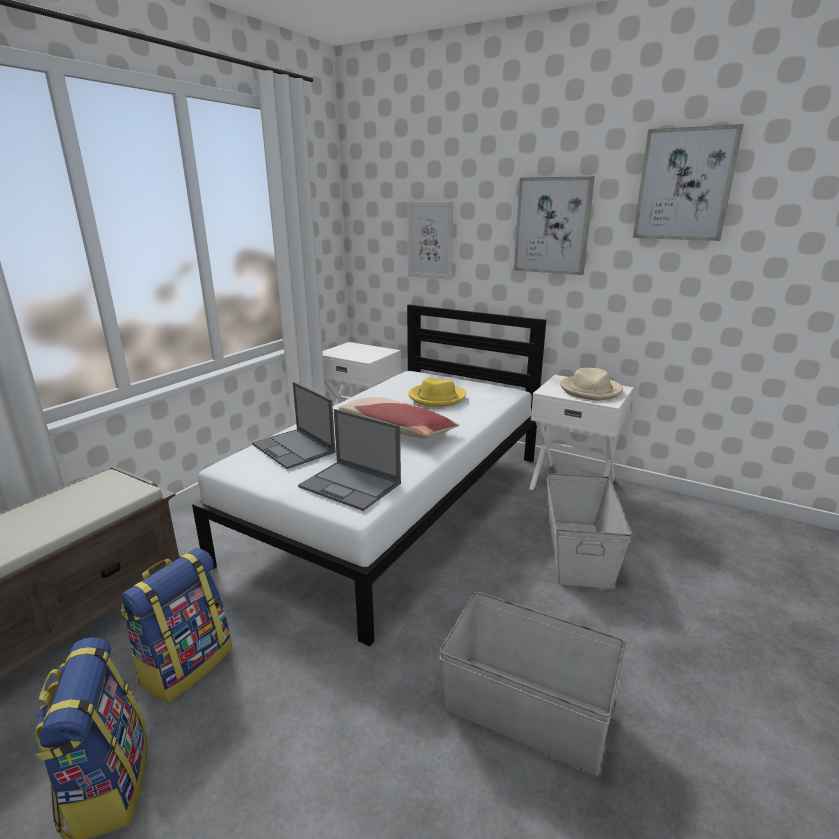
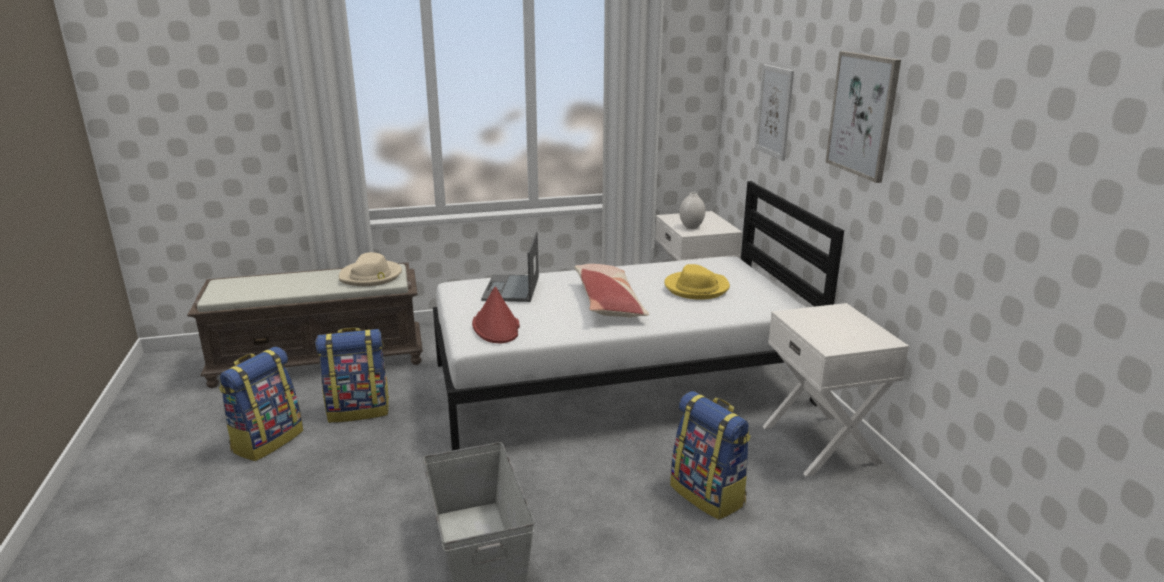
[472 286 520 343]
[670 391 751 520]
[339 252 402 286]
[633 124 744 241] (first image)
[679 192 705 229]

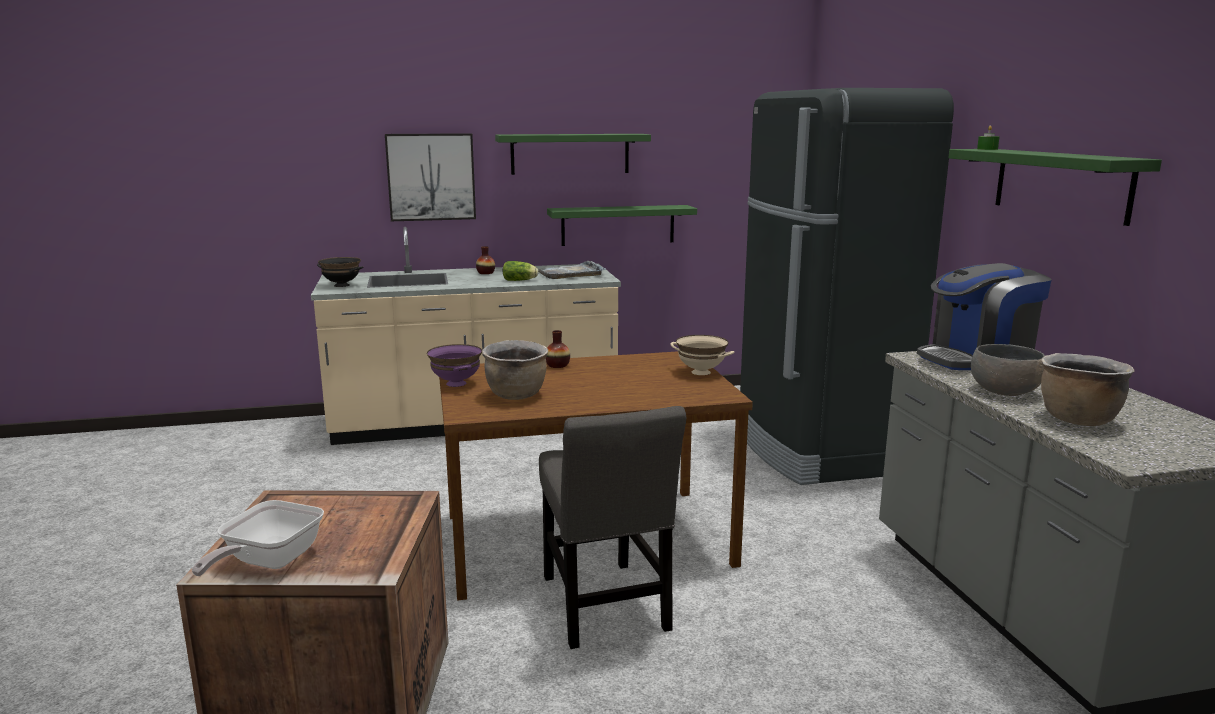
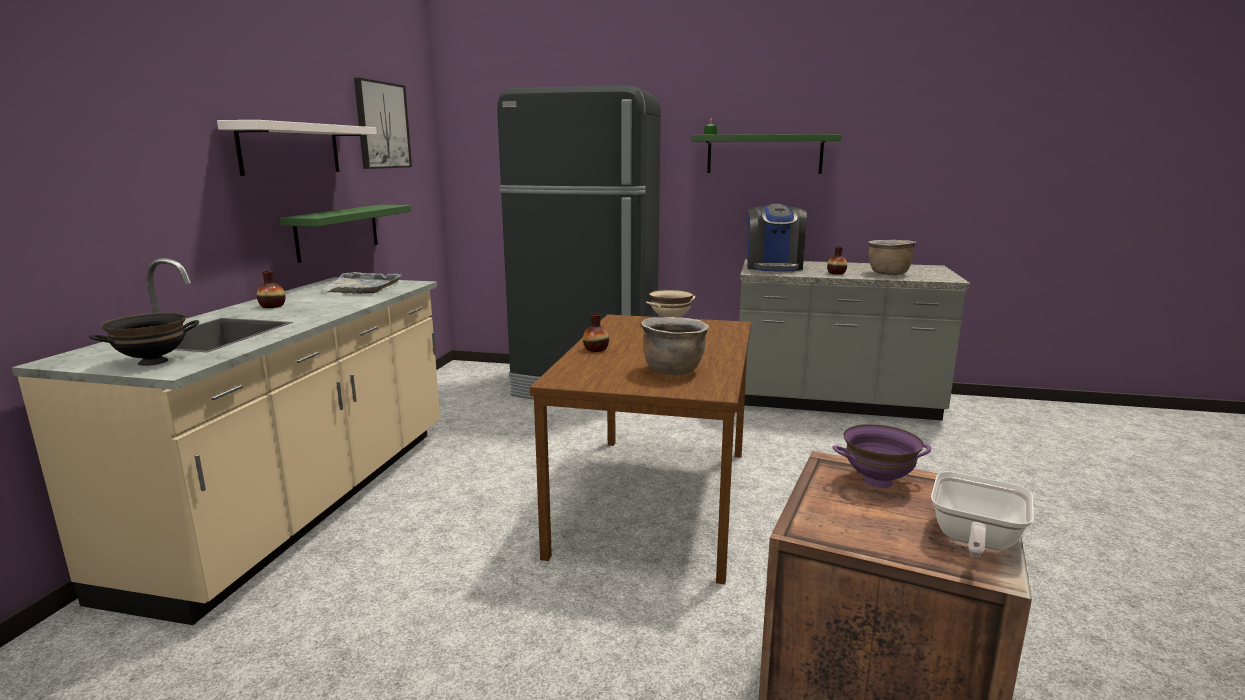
[931 471 1034 557]
[354 78 412 169]
[833 424 931 488]
[217 120 377 176]
[503 261 538 281] (first image)
[539 406 686 649] (first image)
[827 246 847 275]

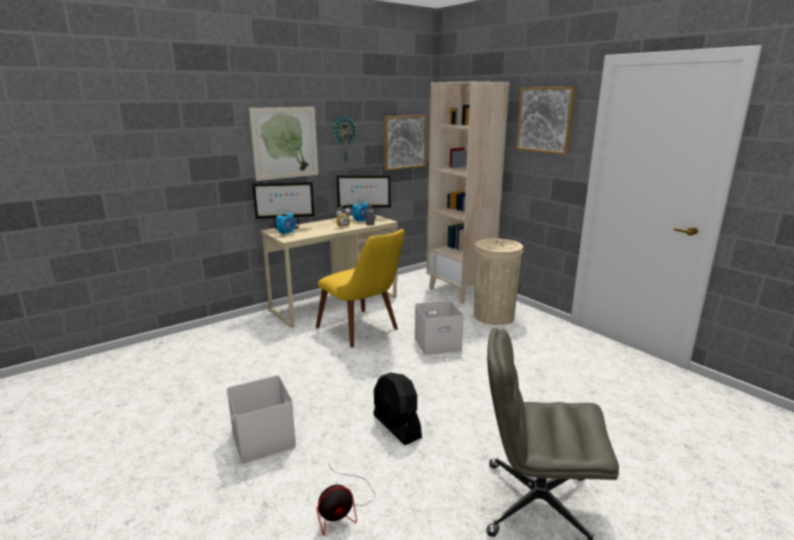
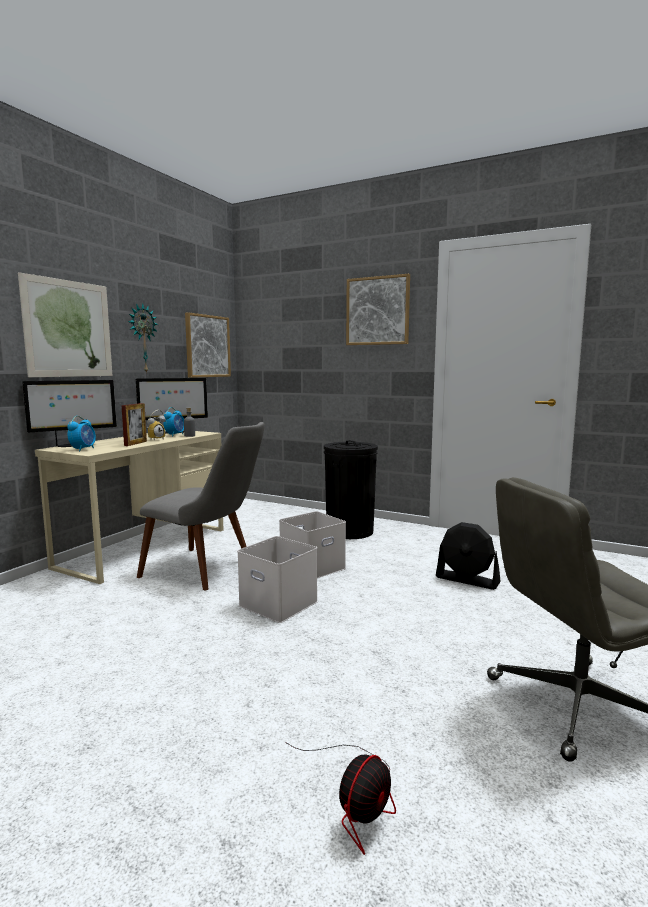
[237 536 318 623]
[137 422 265 590]
[436 522 501 590]
[427 81 509 304] (first image)
[324 440 378 539]
[121 403 147 446]

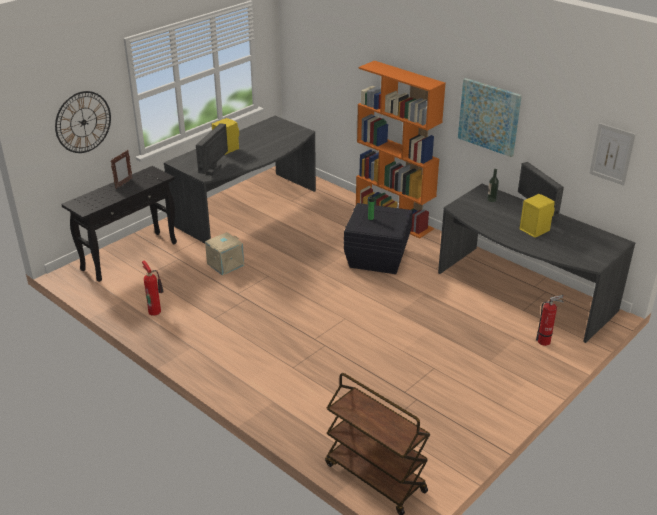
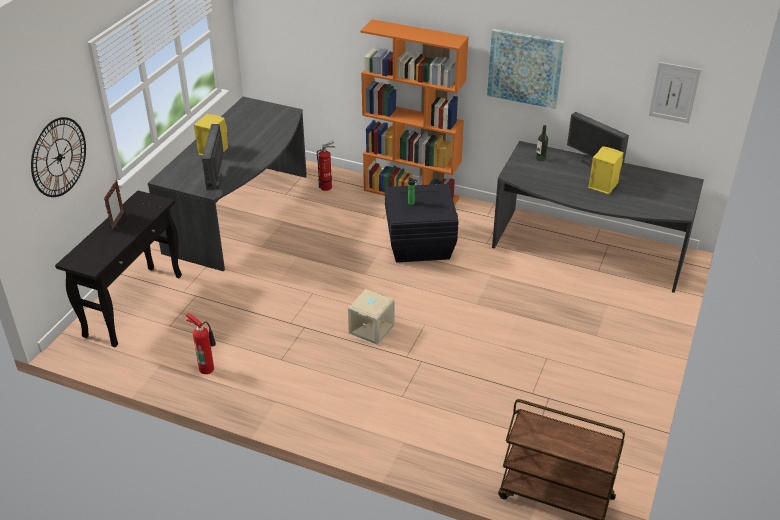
[348 289 394 345]
[317 141 335 191]

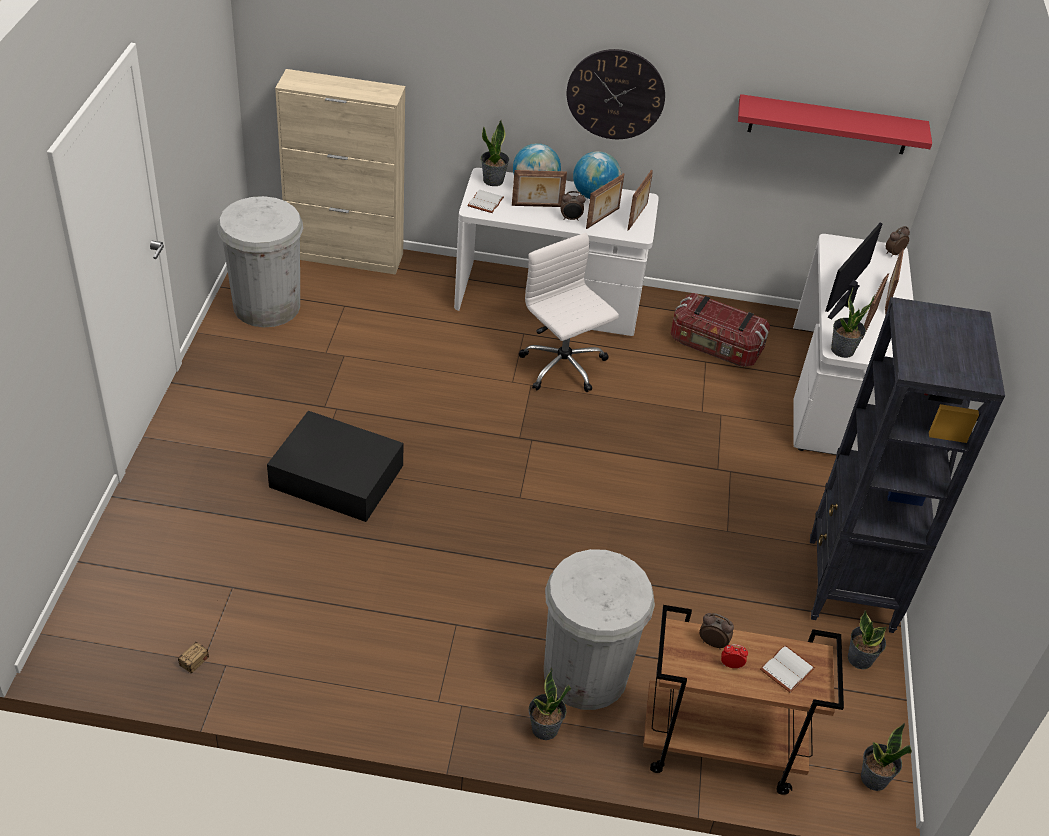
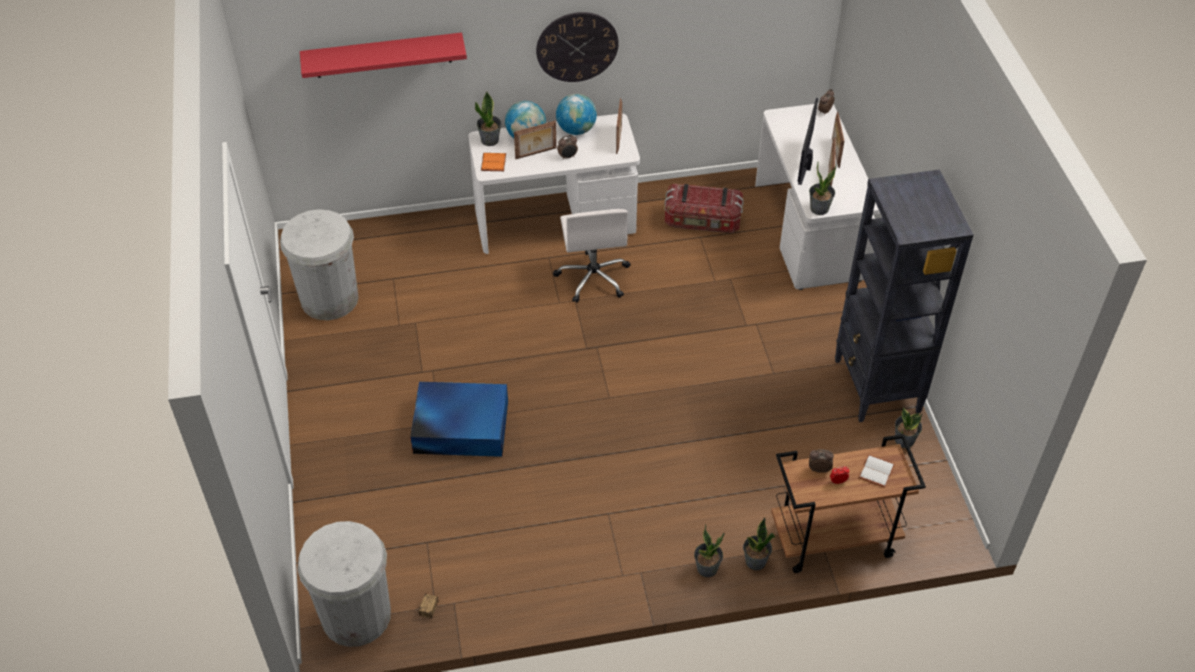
[410 382 508 457]
[275 69 405 275] (first image)
[481 153 506 171]
[553 209 630 303]
[297 521 391 647]
[586 173 624 229] (first image)
[300 33 467 78]
[743 517 775 570]

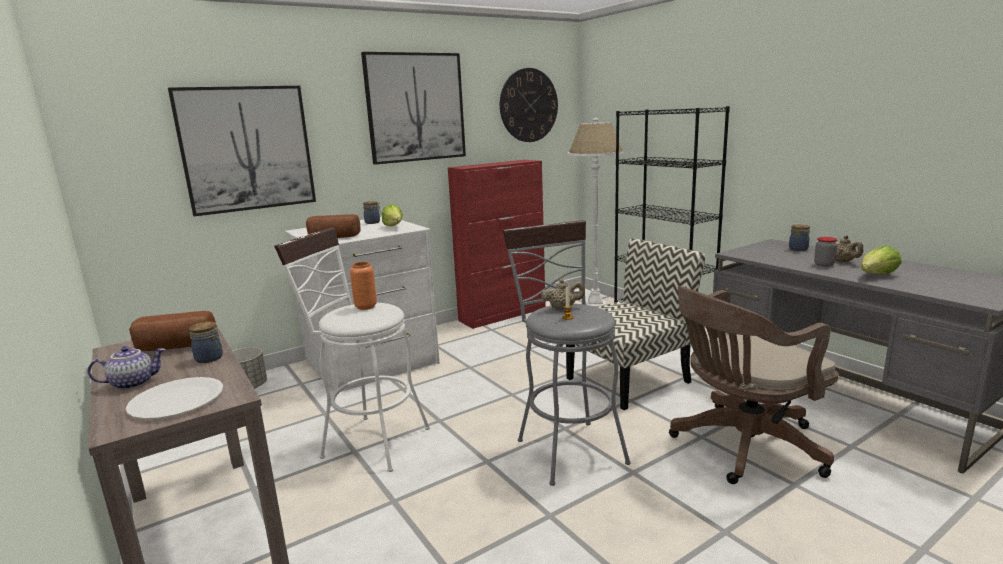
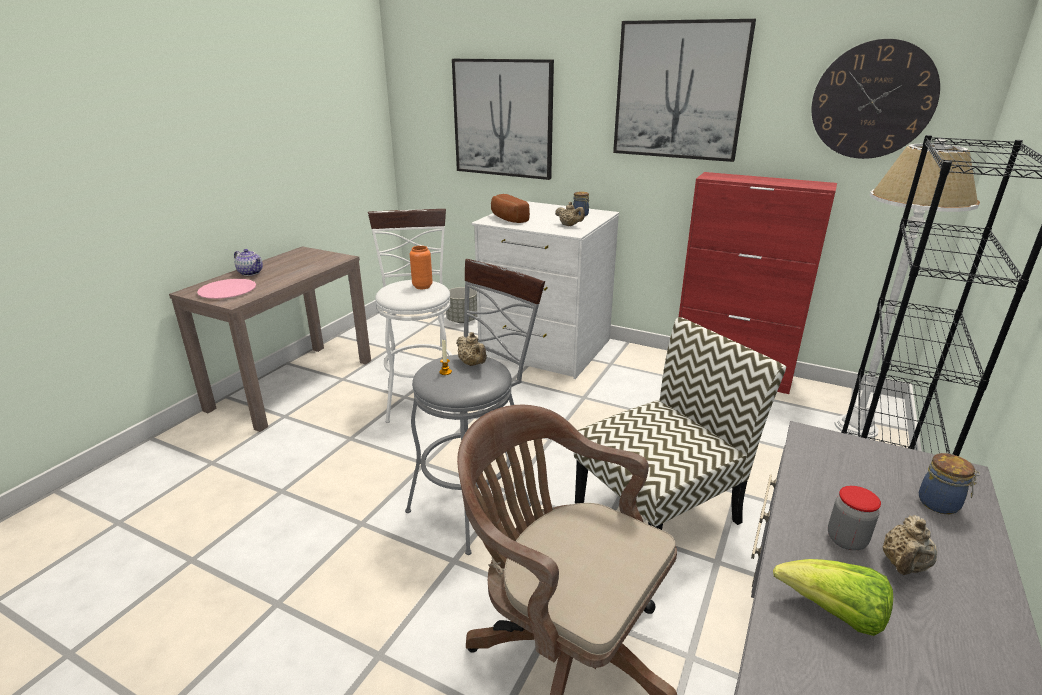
[197 279 256 299]
[129 311 216 351] (first image)
[189 322 223 363] (first image)
[555 202 585 226]
[574 317 786 530]

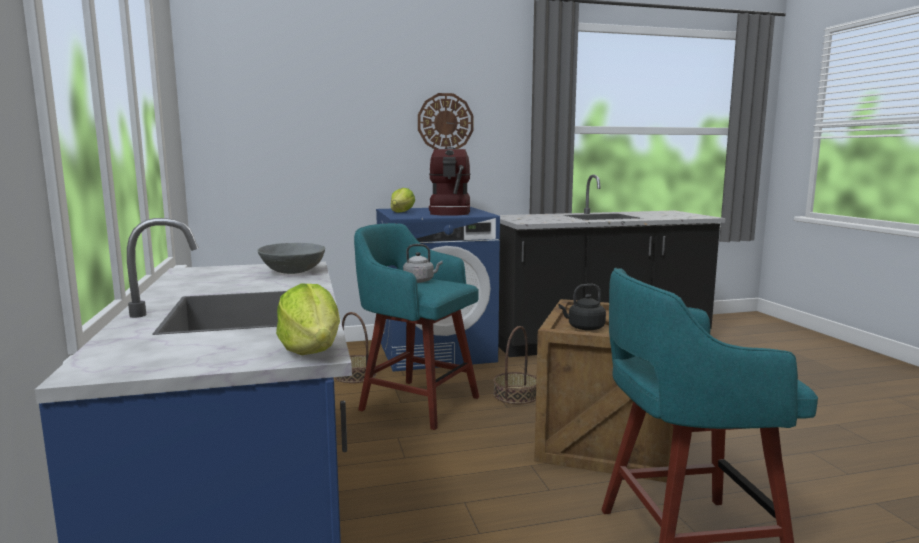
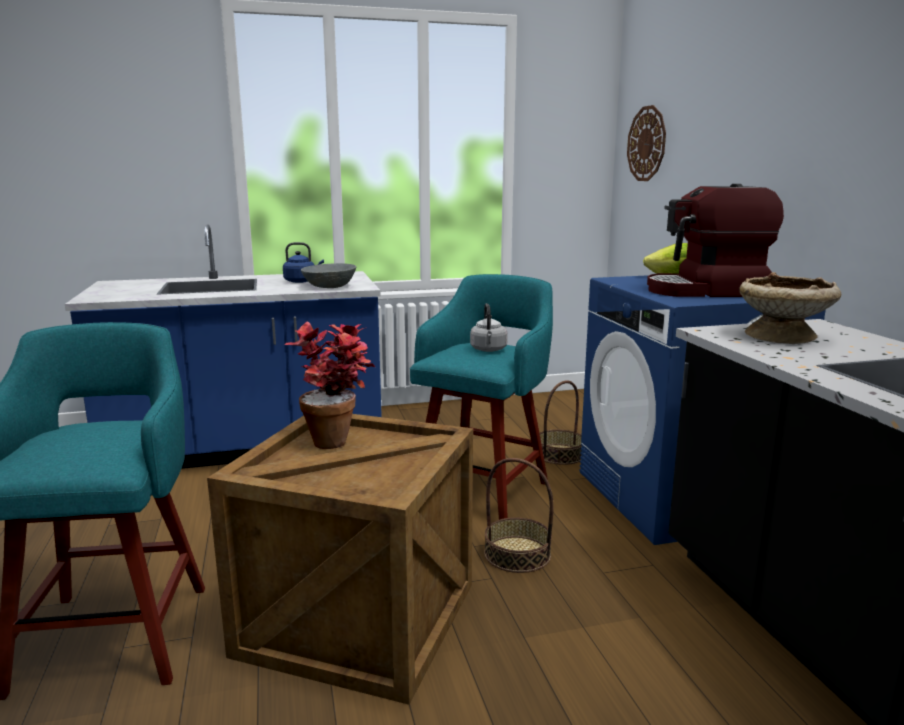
[276 283 340 355] (first image)
[627 105 666 181]
[284 321 375 449]
[283 242 324 283]
[739 272 841 344]

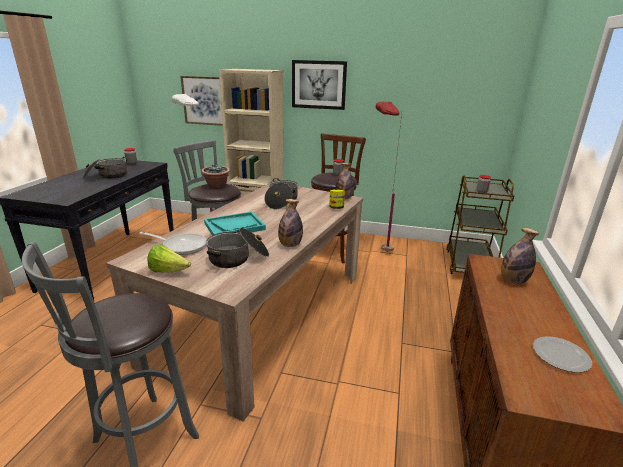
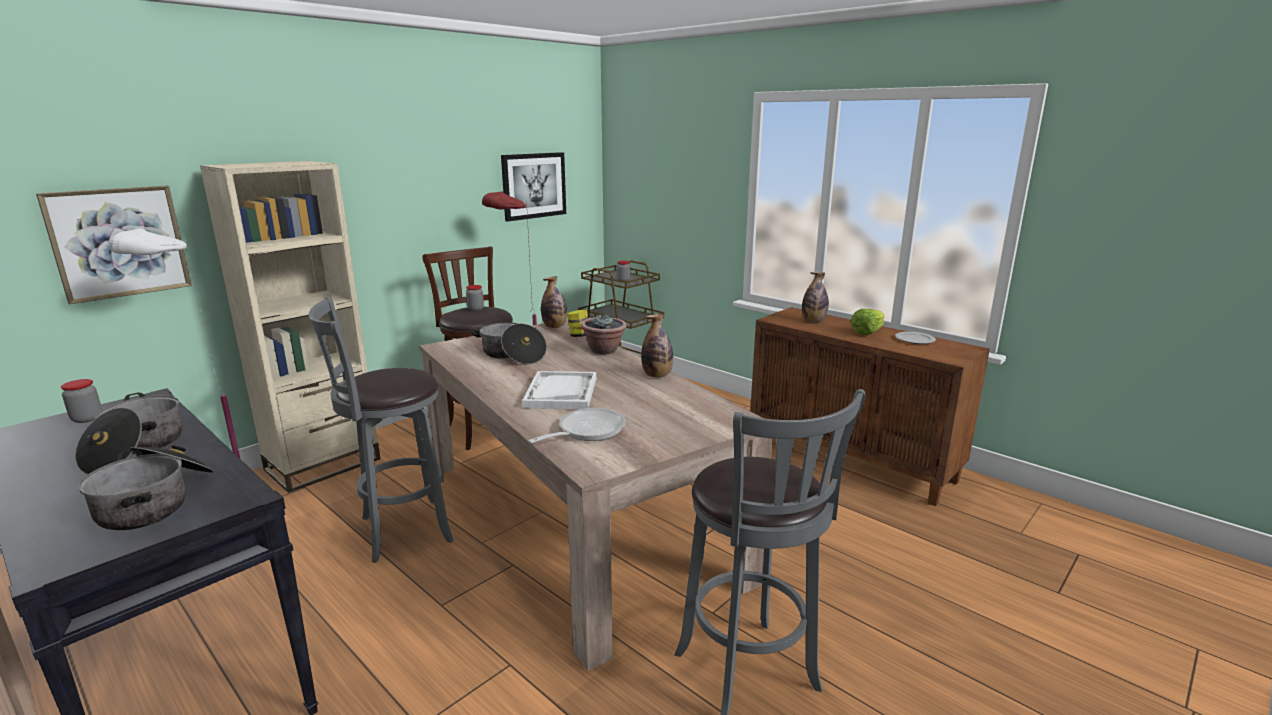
[851 309 884 335]
[581 315 627 354]
[522 371 596 409]
[78 445 214 530]
[501 152 566 222]

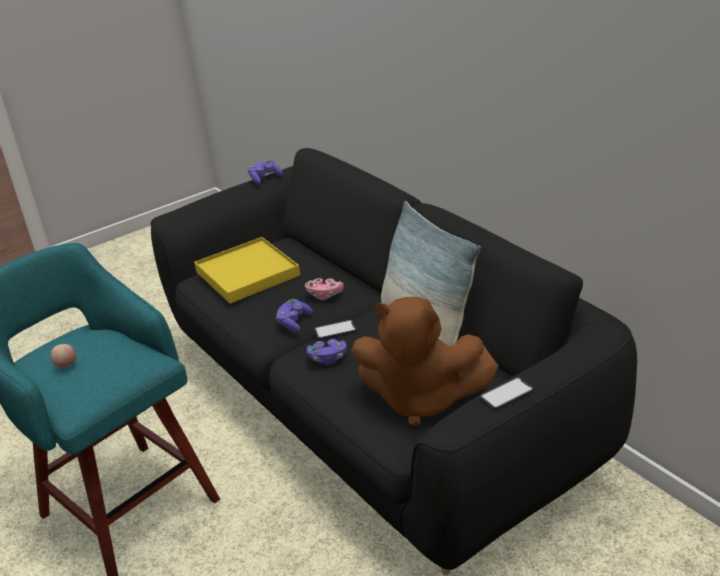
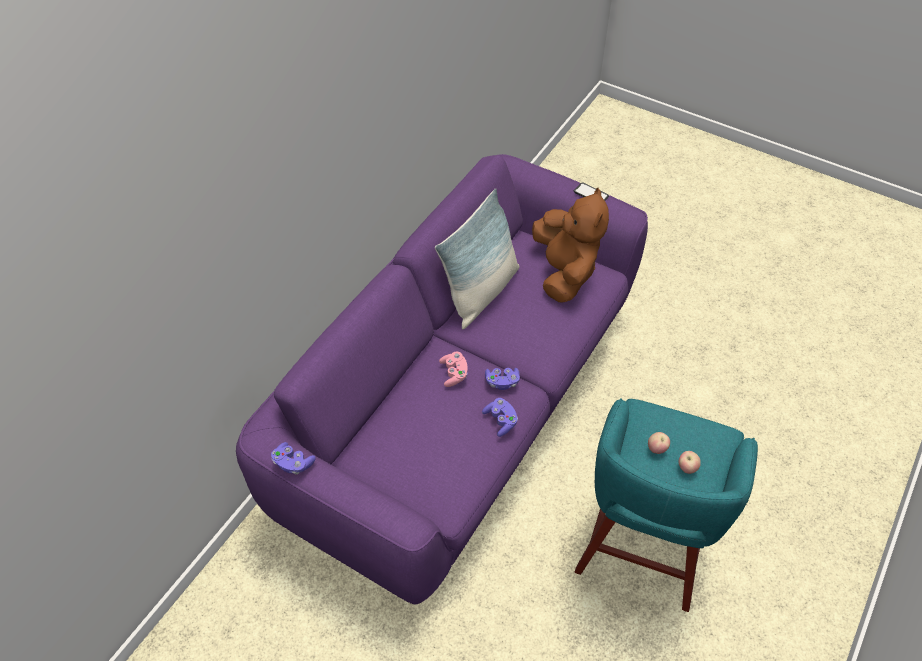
[236 154 648 604]
[194 237 300 304] (first image)
[482 398 518 437]
[314 320 357 339] (first image)
[648 432 670 454]

